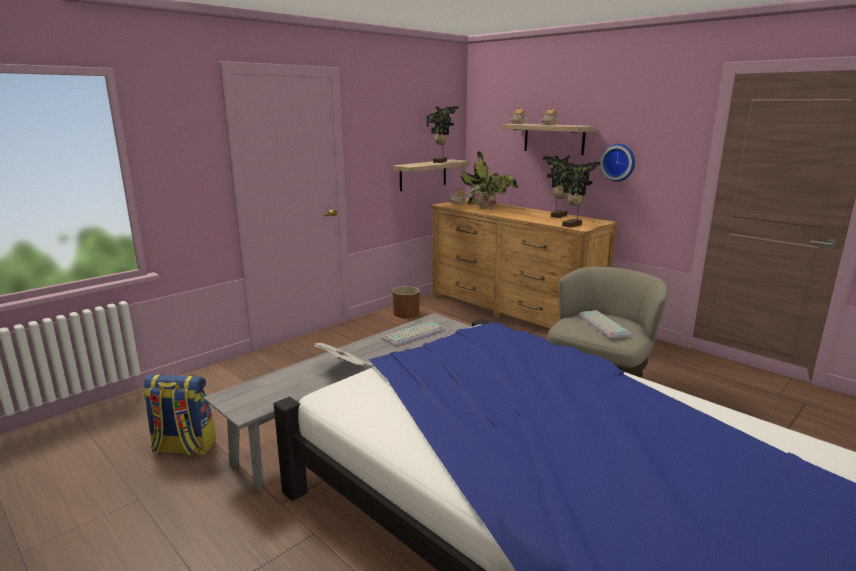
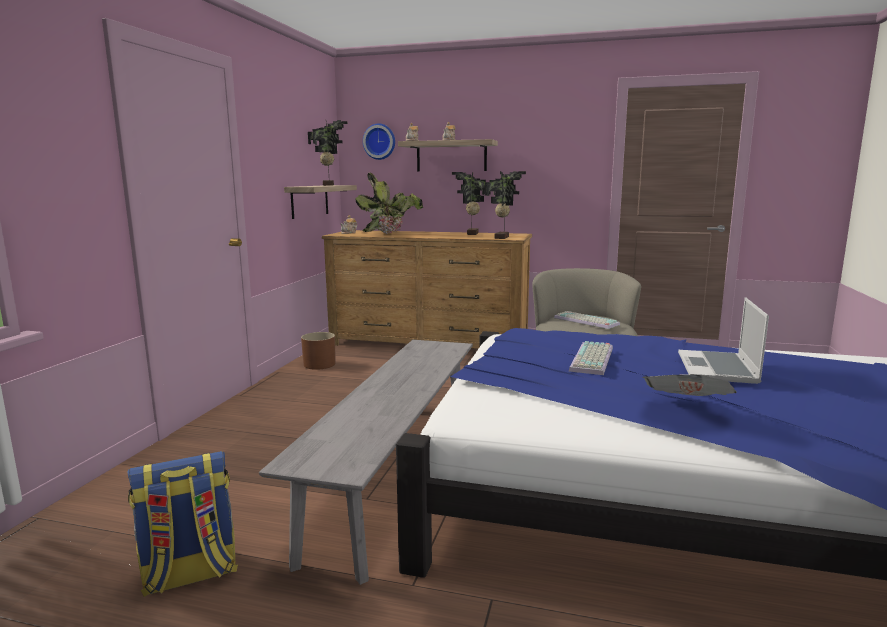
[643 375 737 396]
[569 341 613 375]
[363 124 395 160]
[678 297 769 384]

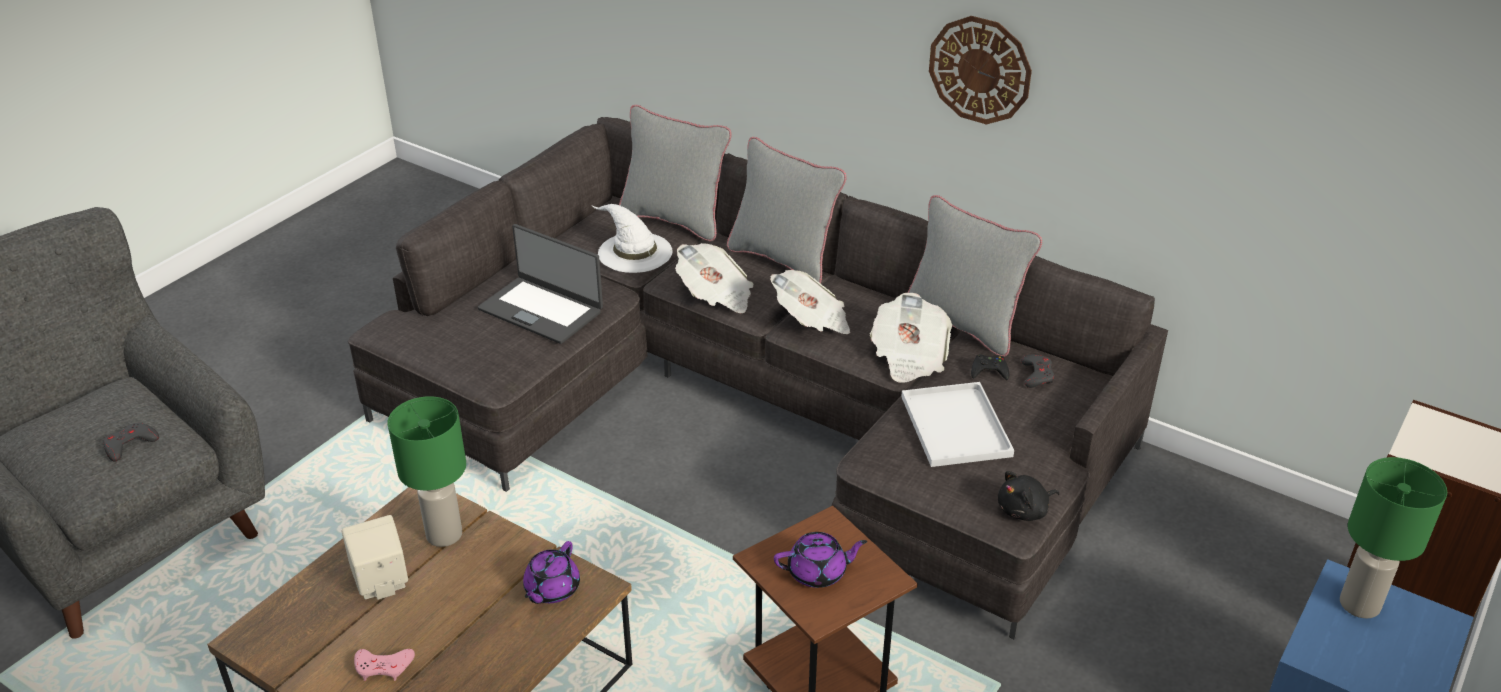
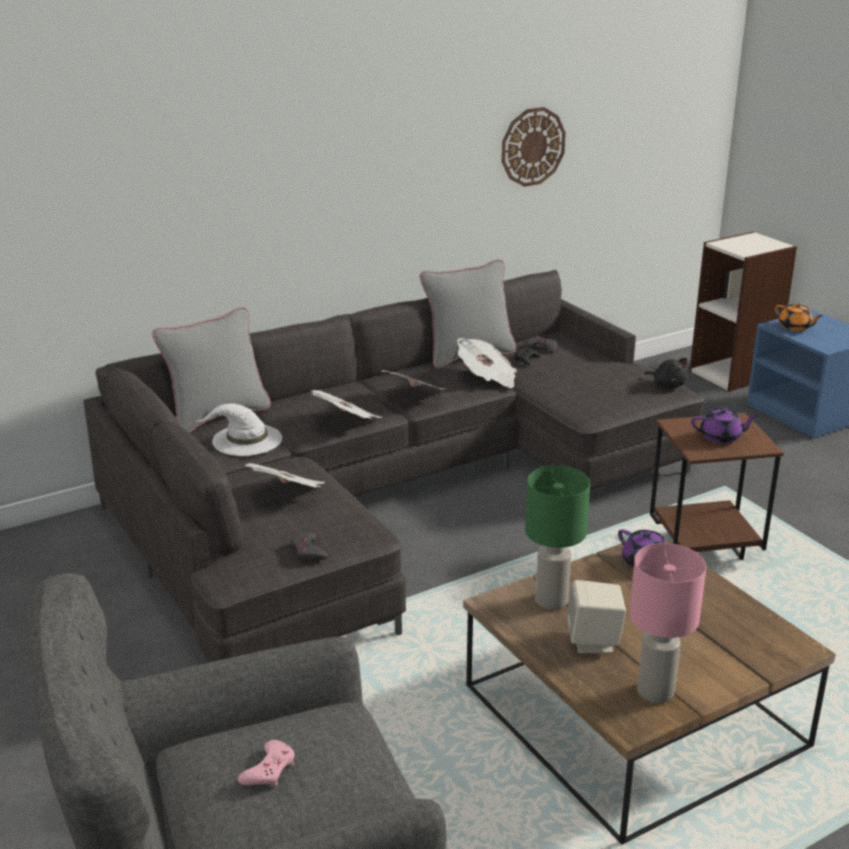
[290 532 328 560]
[238 740 294 786]
[245 463 325 488]
[727 137 847 284] (first image)
[691 407 759 444]
[901 382 1014 467] (first image)
[502 107 566 187]
[644 358 688 388]
[775 303 823 331]
[629 543 707 703]

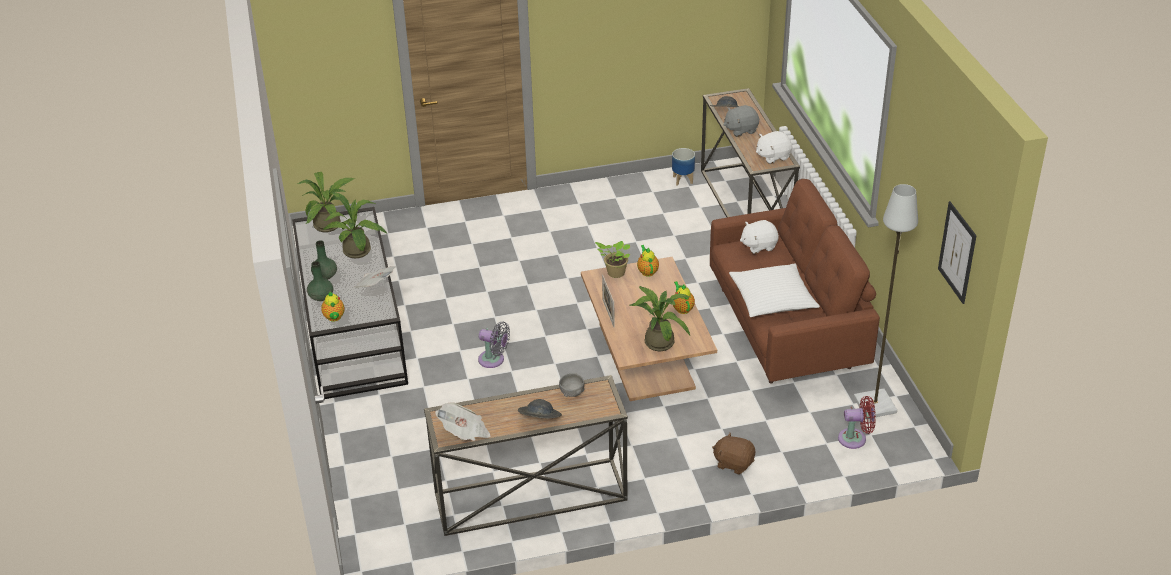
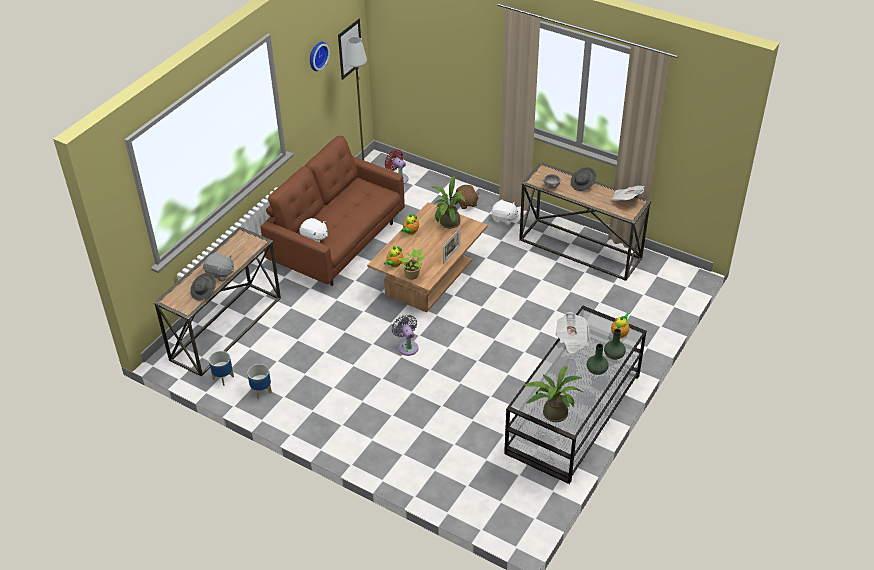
[323 192 387 258] (first image)
[391 315 419 356]
[729 264 820 317] (first image)
[492 200 519 225]
[247 364 272 399]
[310 42 330 71]

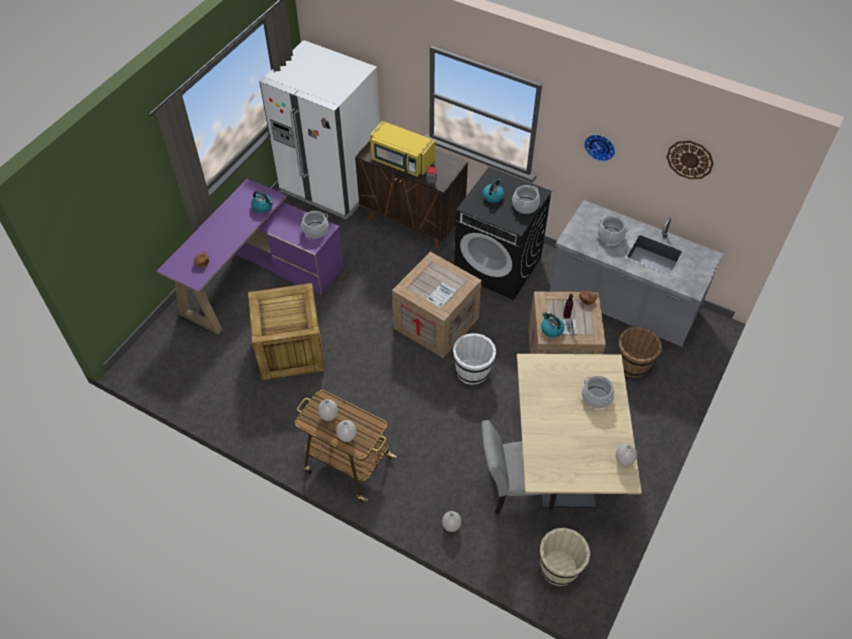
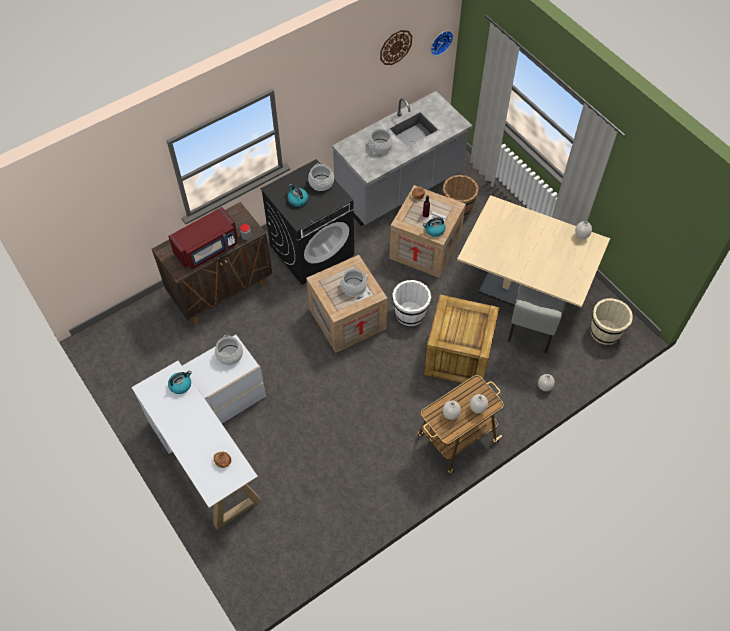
[131 335 266 530]
[423 294 500 387]
[259 40 380 219] (first image)
[168 207 238 269]
[339 269 368 296]
[431 31 453 56]

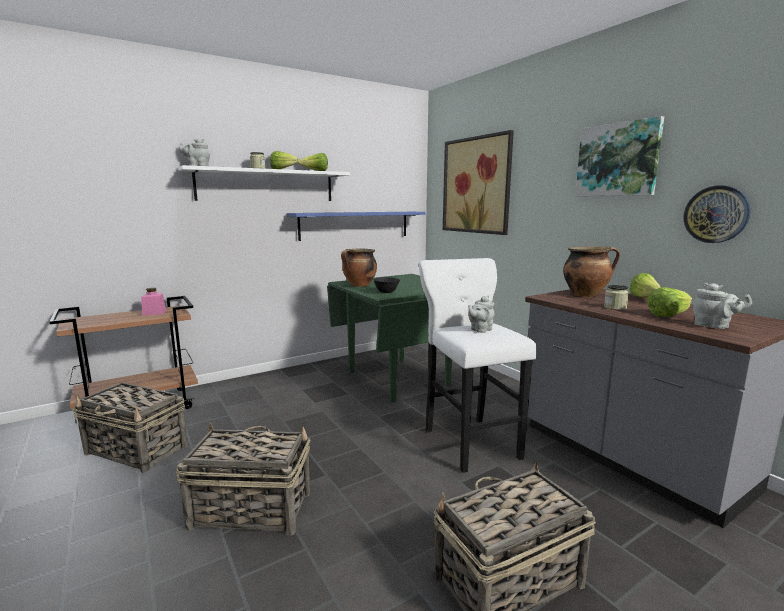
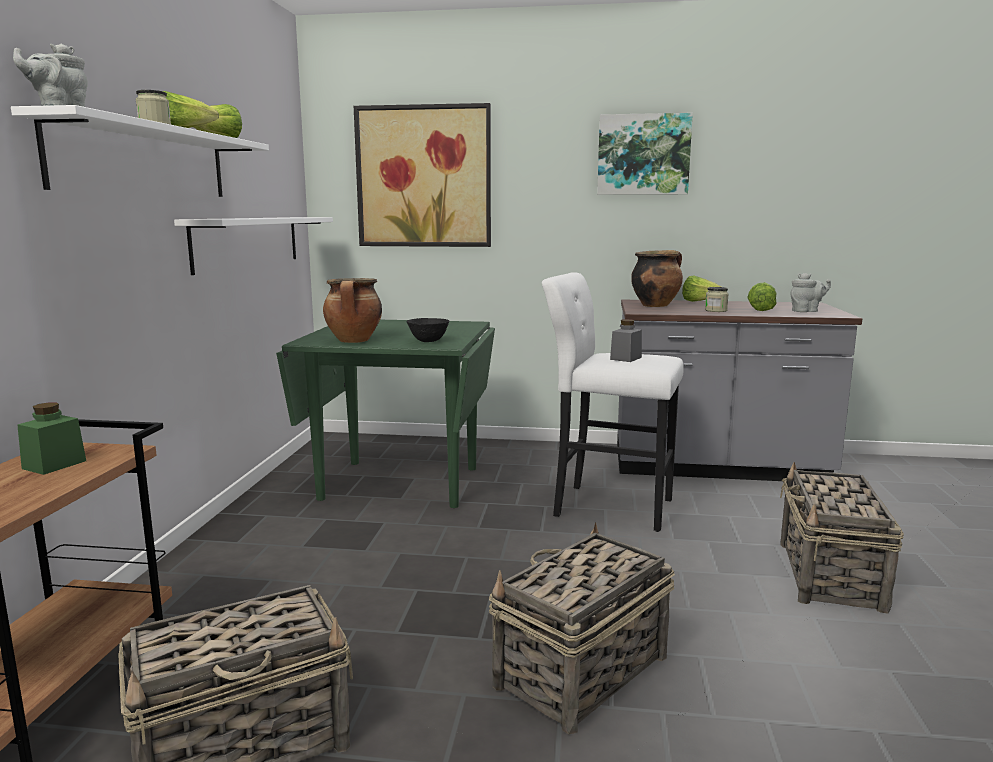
[17 402 86 475]
[174 217 333 275]
[610 319 642 362]
[683 185 751 243] (first image)

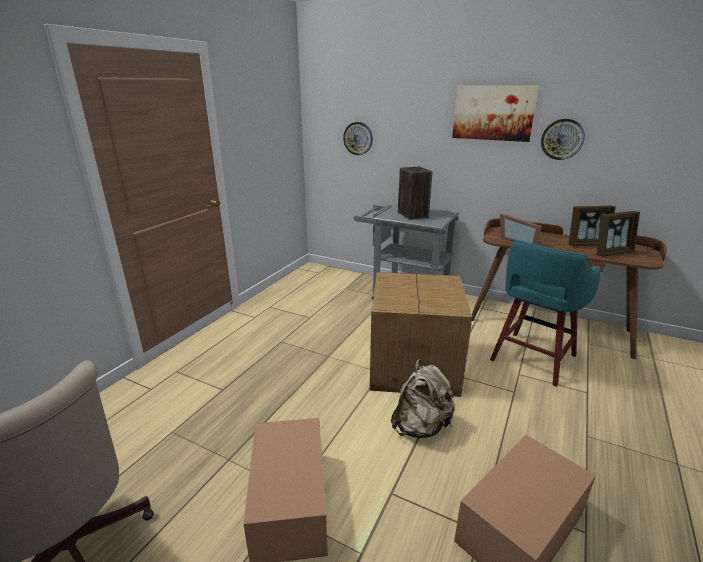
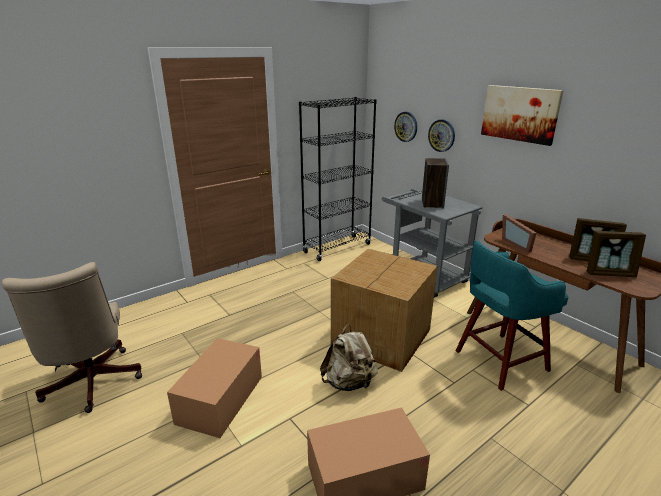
[428 119 455 152]
[299 97 377 261]

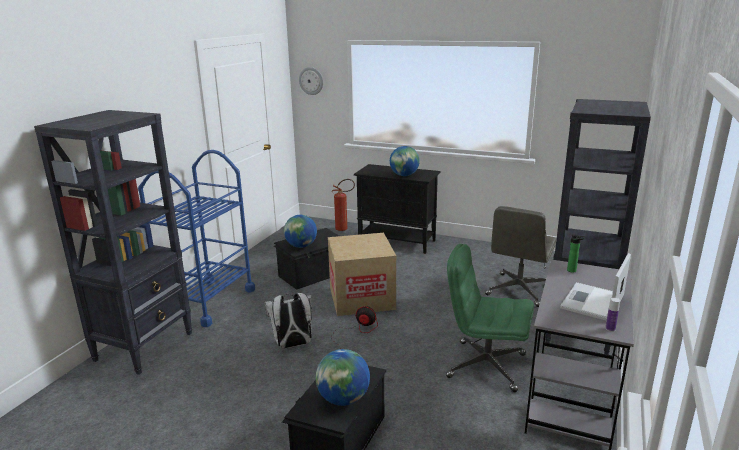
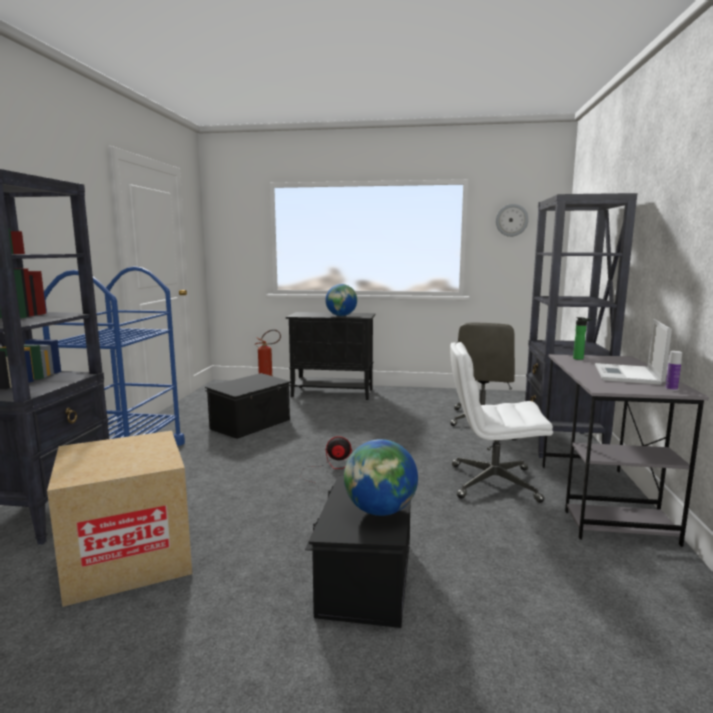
[265 293 312 348] (first image)
[284 215 317 248] (first image)
[496 204 529 237]
[47 431 192 607]
[450 342 553 503]

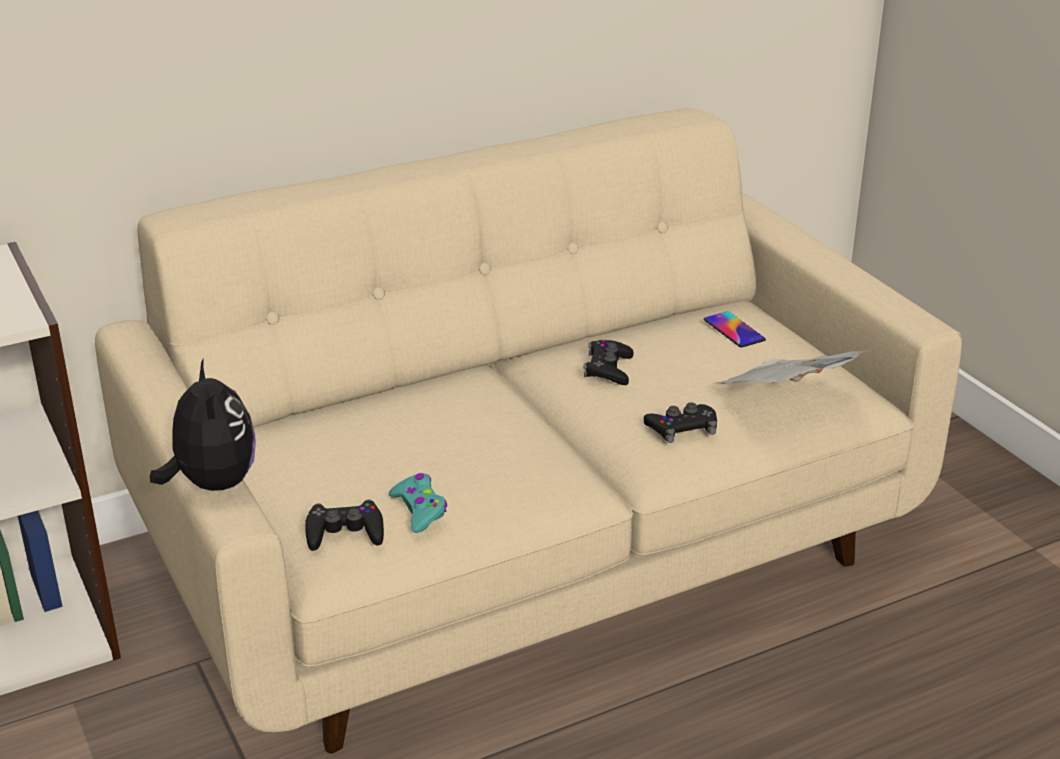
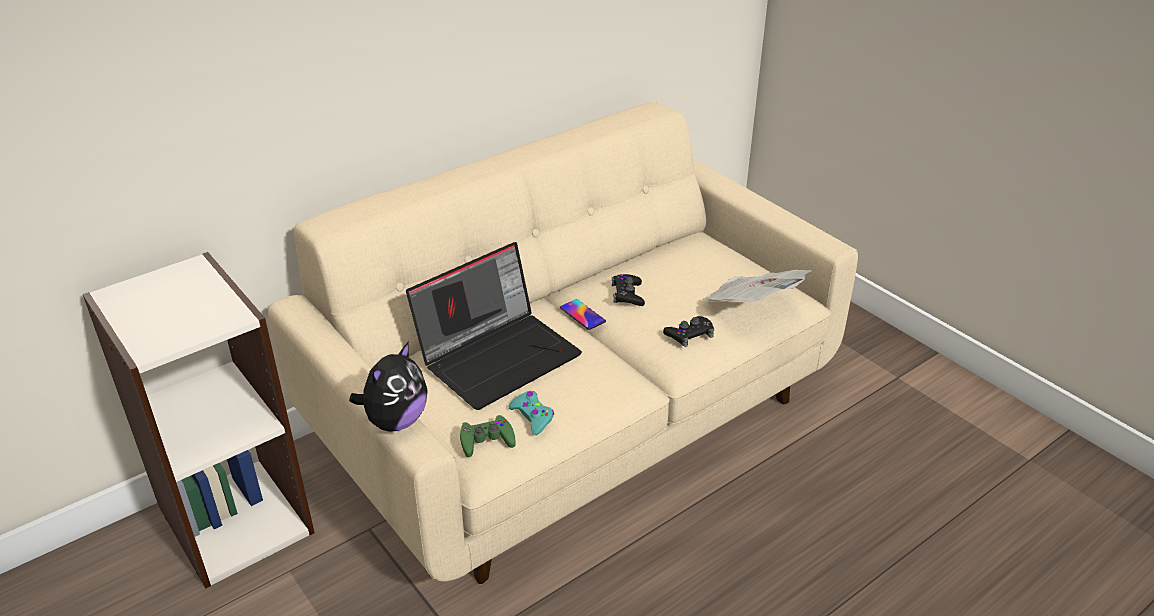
[349 341 428 432]
[460 415 516 457]
[560 299 606 330]
[406 242 582 410]

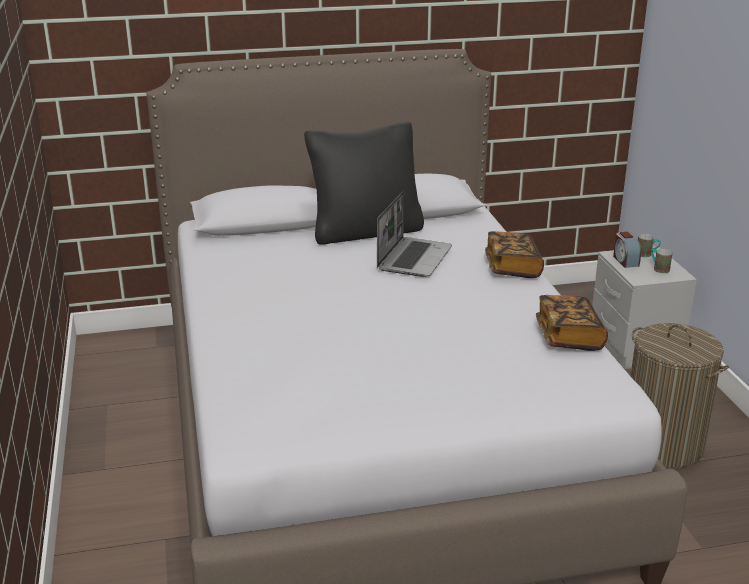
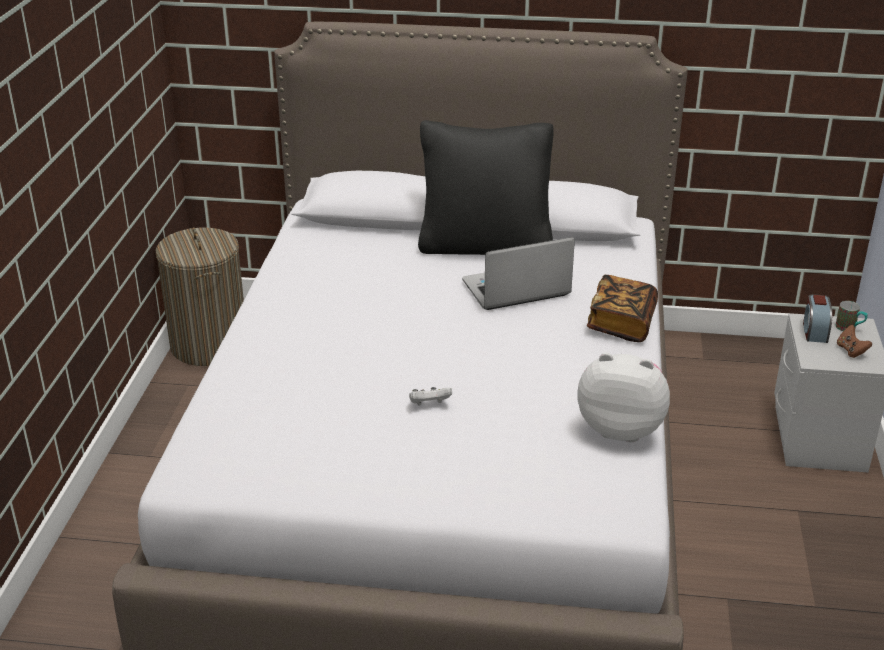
[462 237 575 310]
[577 352 670 442]
[156 227 244 366]
[837 325 872 358]
[409 387 452 406]

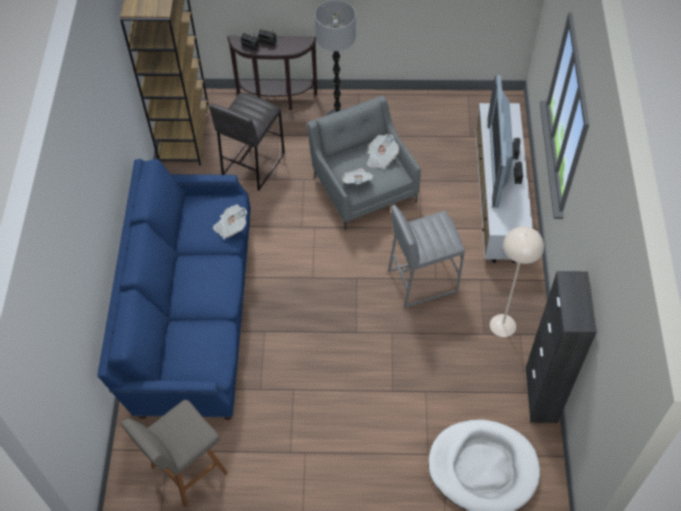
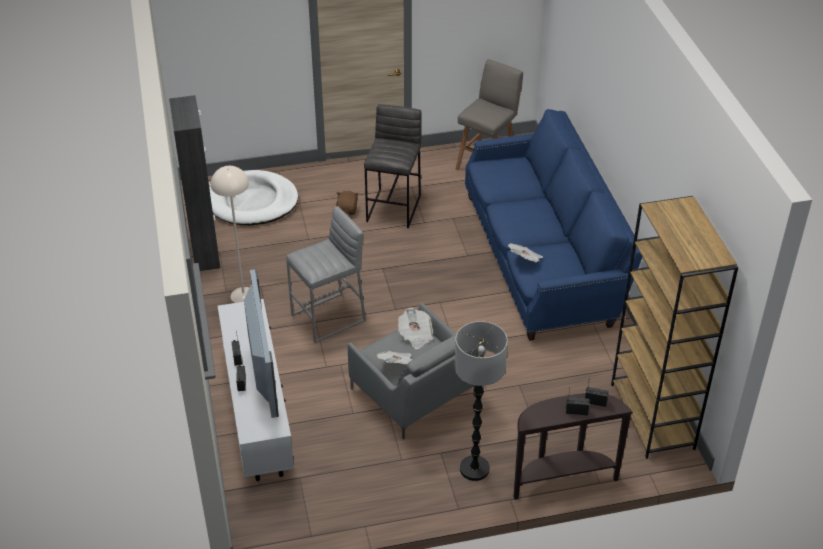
[364 104 422 228]
[336 191 359 215]

